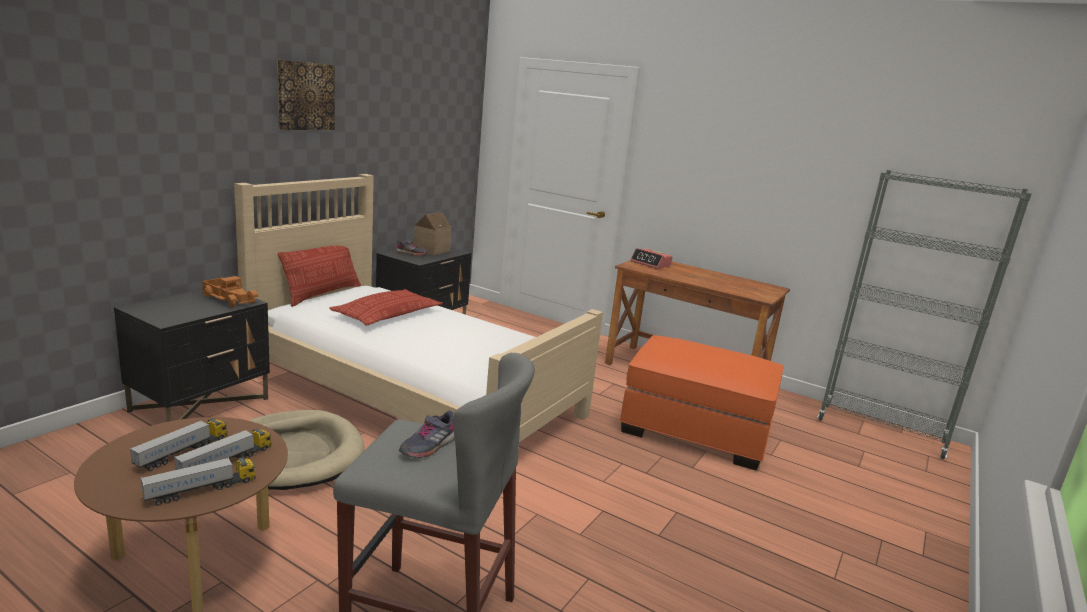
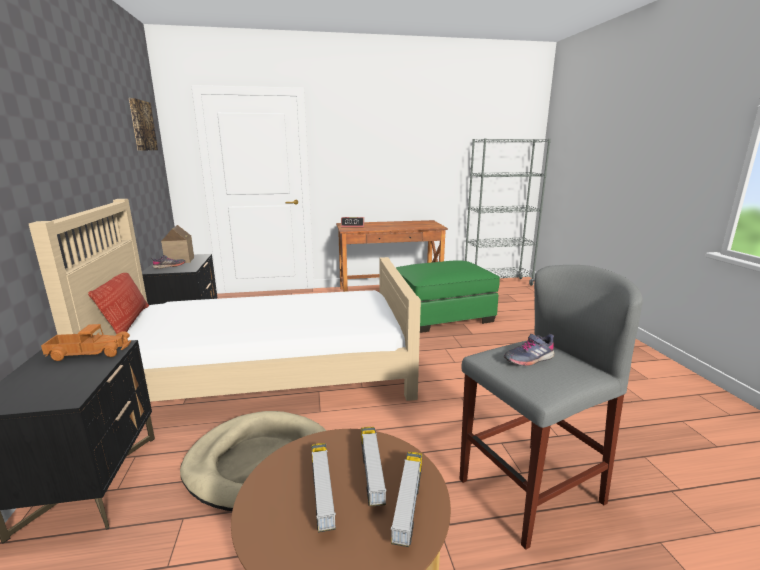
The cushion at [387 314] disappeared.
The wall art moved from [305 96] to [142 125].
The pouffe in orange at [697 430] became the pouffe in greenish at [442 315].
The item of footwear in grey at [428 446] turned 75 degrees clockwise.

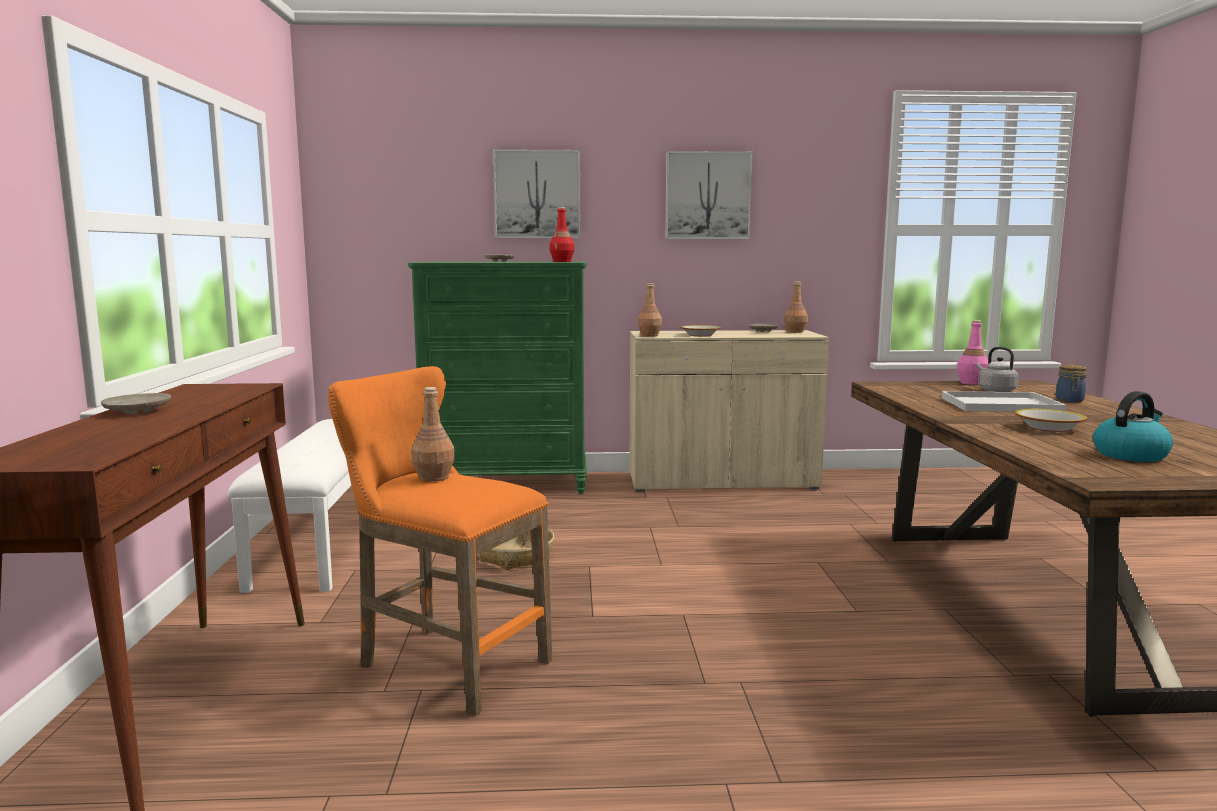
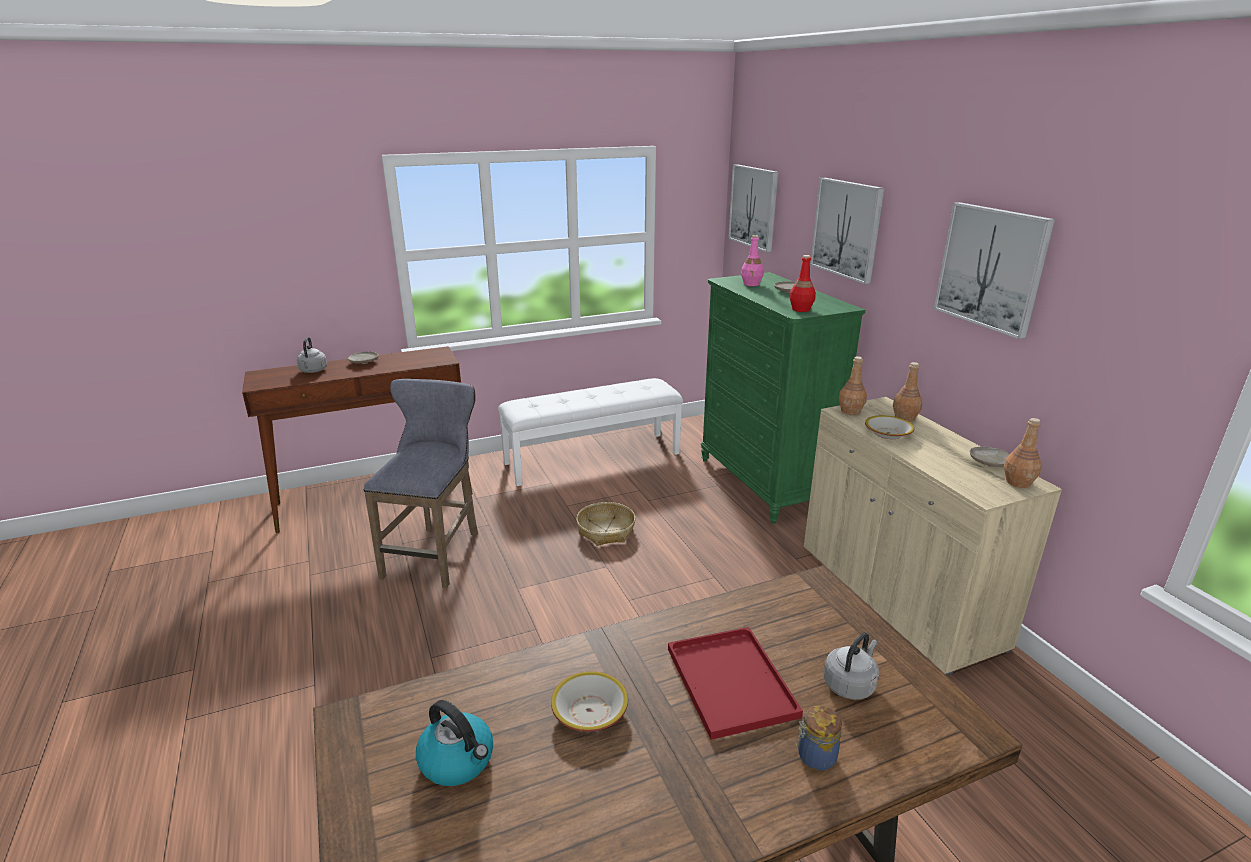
The kettle in grey at [313 371] appeared.
The wall art at [754 207] appeared.
The bottle in brown-coloured moved from [434 477] to [905 418].
The bottle in pinkish moved from [971 383] to [751 284].
The sitting stool in orange at [445 663] became the sitting stool in grey at [436 552].
The carrying tray in whitish at [999 405] became the carrying tray in reddish at [728 680].

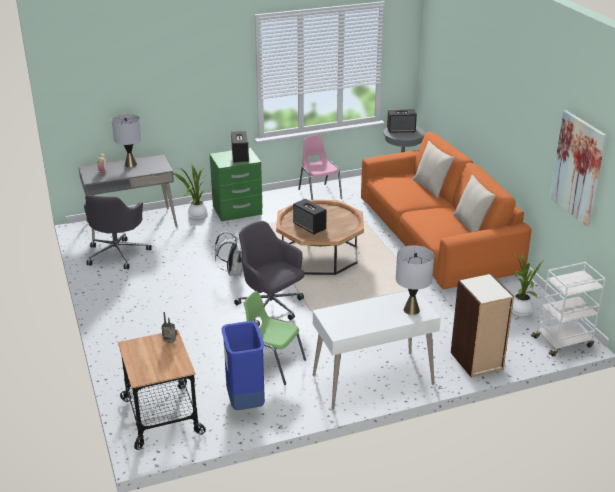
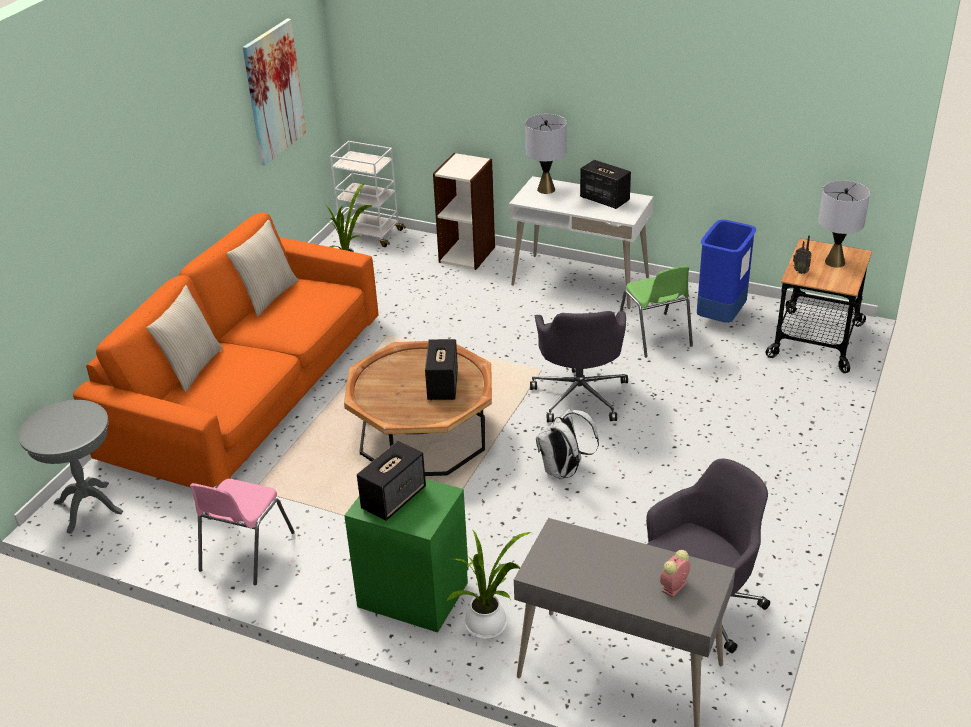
The tabletop lamp in grey moved from [130 164] to [834 262].
The audio speaker moved from [401 130] to [604 199].

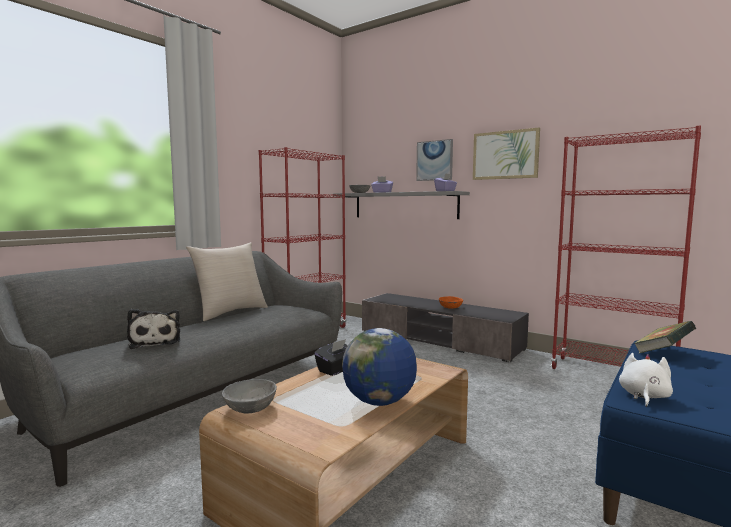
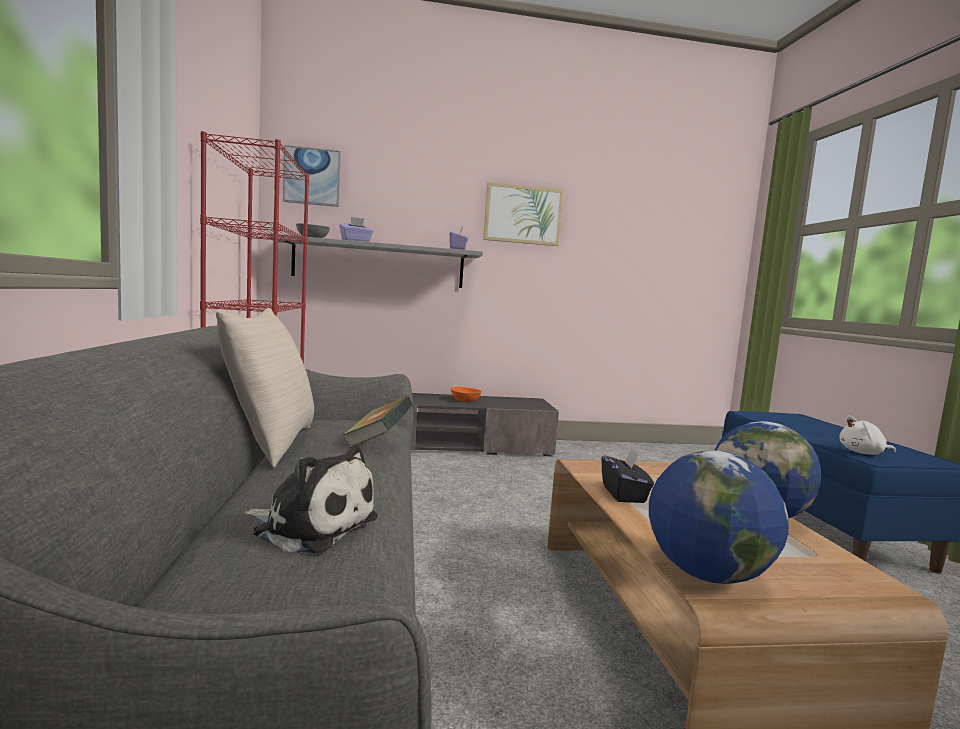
The bookcase in reddish at [613 374] disappeared.
The wall art moved from [434 160] to [312 176].
The bound book moved from [662 353] to [378 442].
The deep dish in grey at [251 407] was replaced by the desk globe at [706 574].
The cuddly toy in whitish at [644 396] turned 75 degrees counterclockwise.

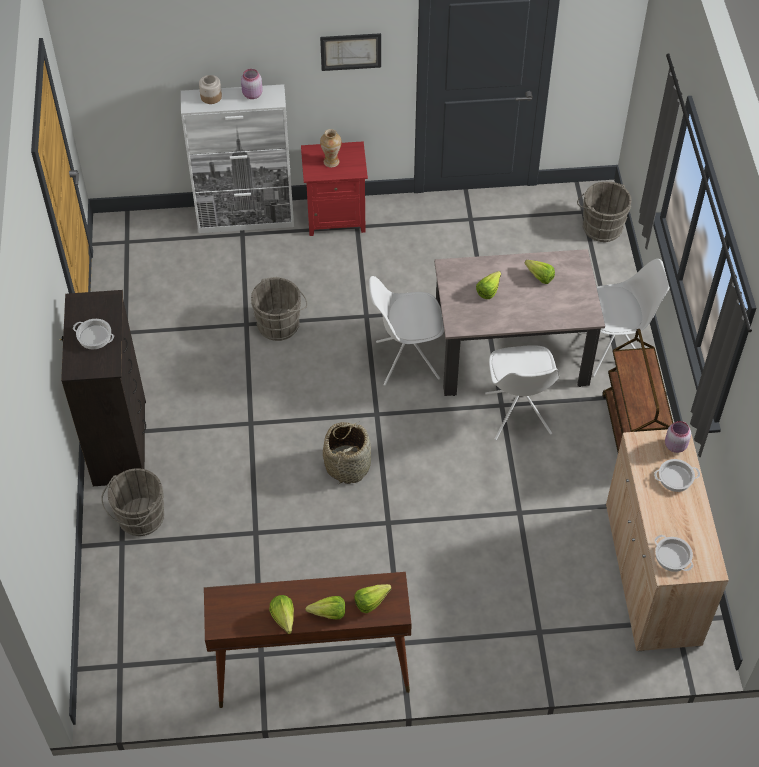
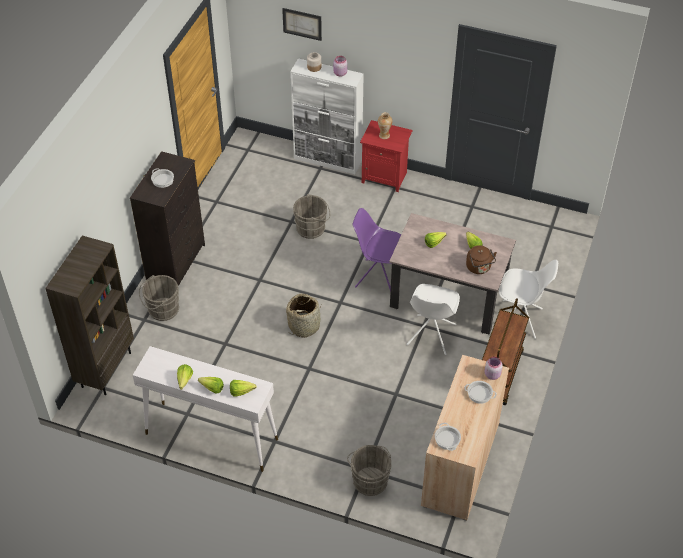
The bookcase in brown-coloured at [106 369] appeared.
The kettle in brown-coloured at [479 268] appeared.
The wall art moved from [350 51] to [302 24].
The bucket in grey moved from [600 226] to [369 479].
The narrow table in brown-coloured at [311 672] became the narrow table in whitish at [210 436].
The plain chair in whitish at [406 360] became the plain chair in purple-coloured at [378 277].

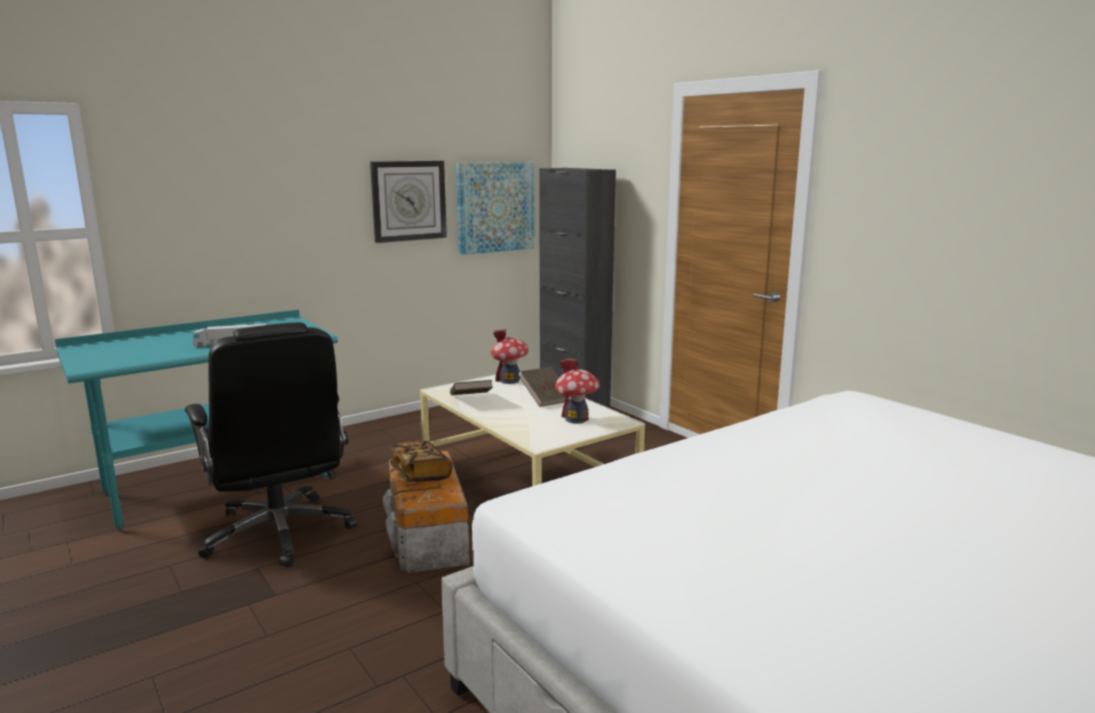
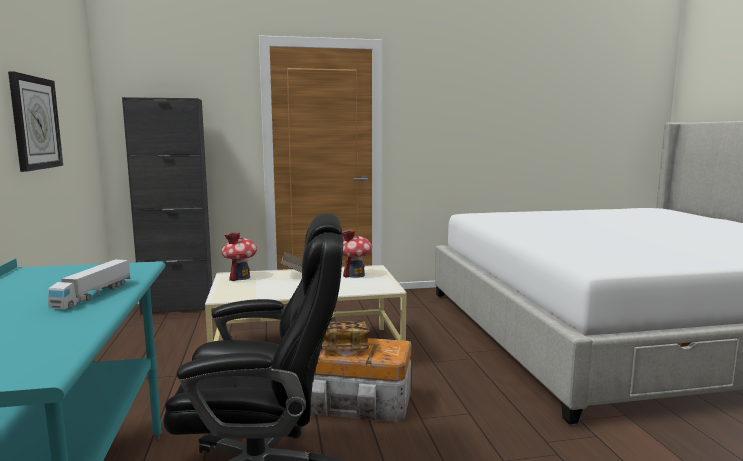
The bound book in brown-coloured at [471 400] disappeared.
The wall art at [495 207] disappeared.

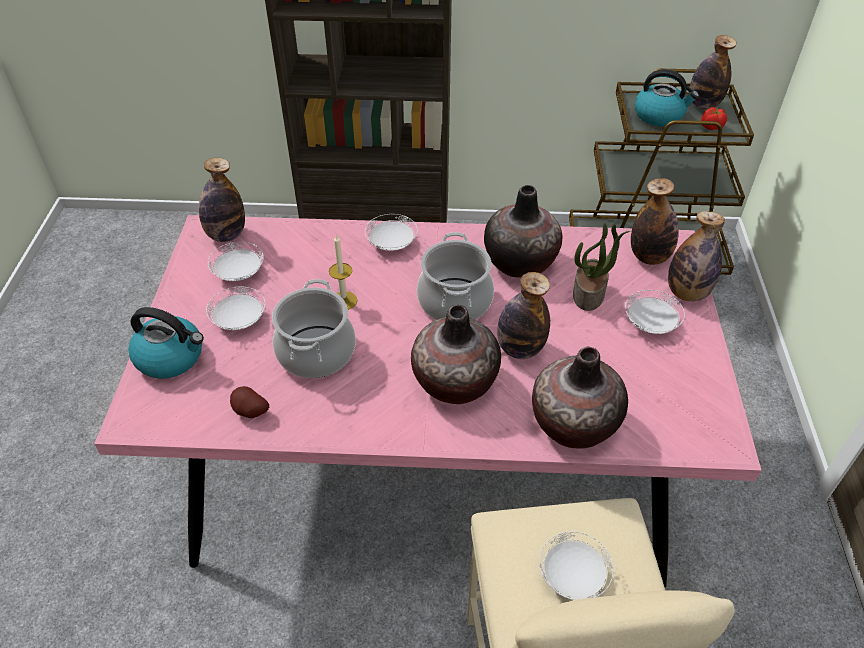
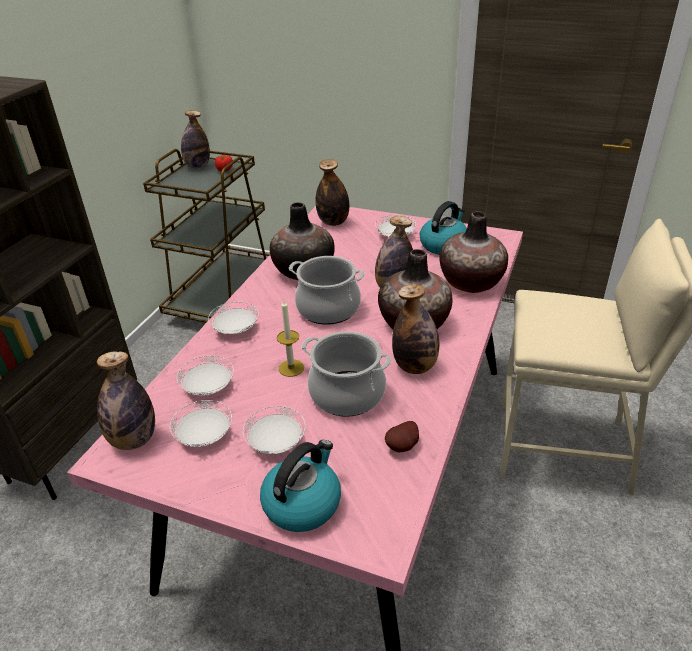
The houseplant at [589 294] disappeared.
The flat dish in whitish moved from [573 575] to [208 387].
The kettle moved from [659 115] to [443 245].
The bottle moved from [687 293] to [415 366].

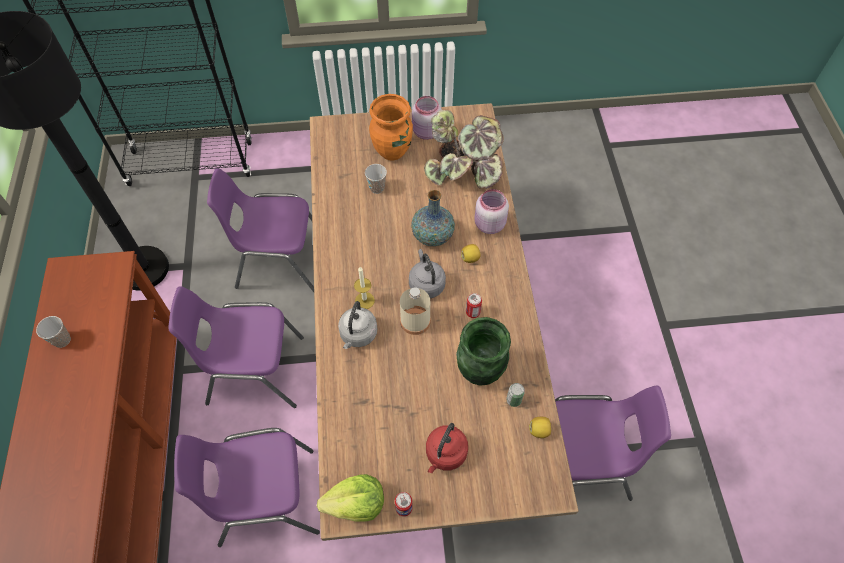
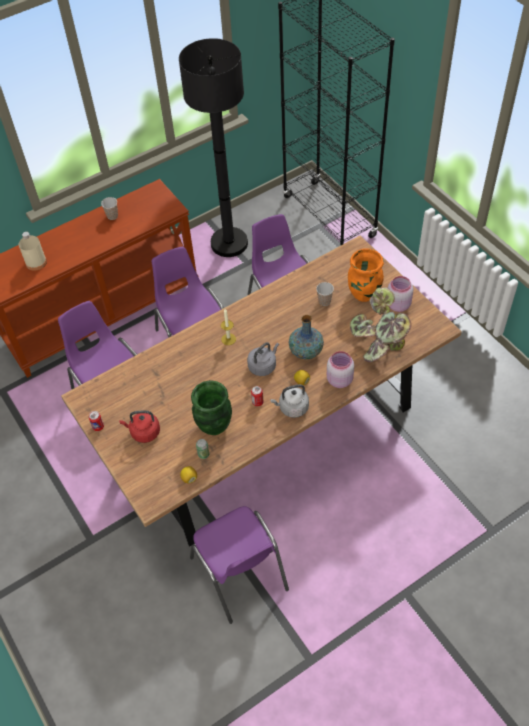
The lettuce head at [356 504] disappeared.
The kettle in grey moved from [358 335] to [292 408].
The bottle in beige-coloured moved from [415 321] to [36 262].

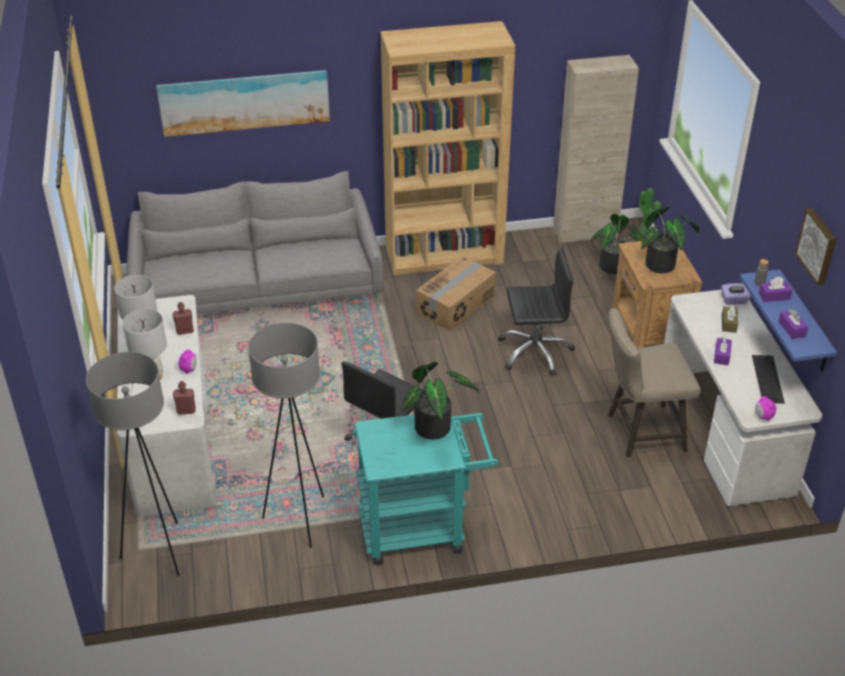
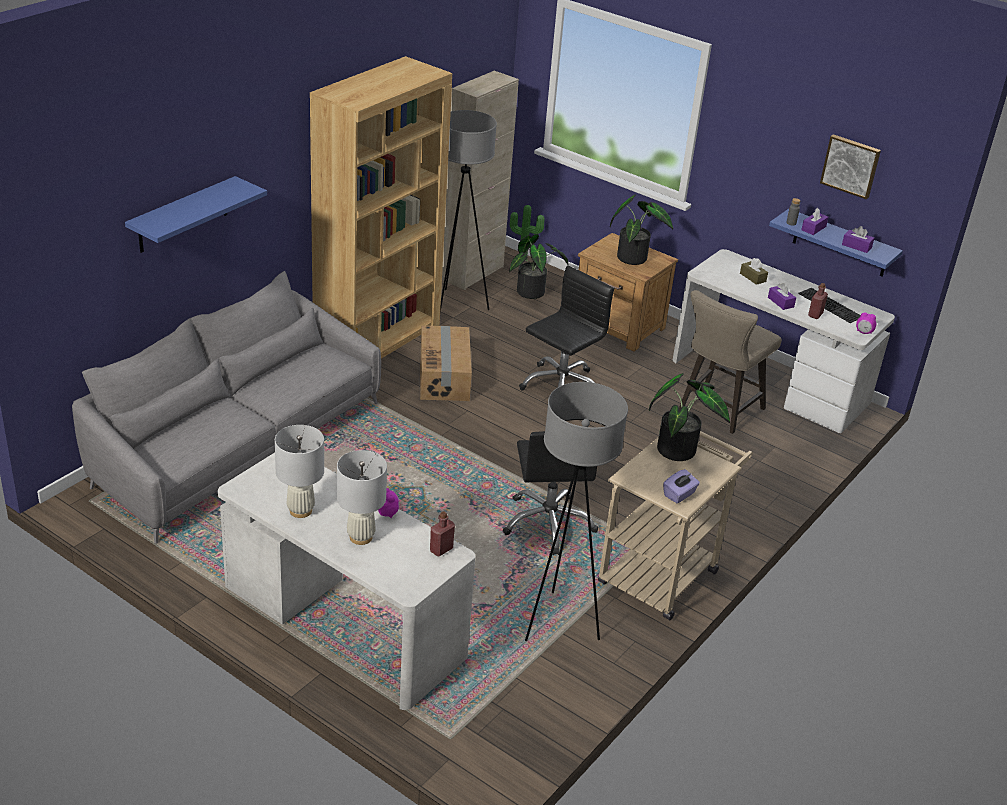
The standing lamp in grey moved from [159 551] to [457 305].
The bottle in reddish moved from [185 331] to [815 315].
The box of tissues in purple-coloured moved from [734 300] to [679 495].
The wall art at [244 101] was replaced by the bracket shelf in blue-coloured at [183 215].
The wheeled cart in turquoise-coloured at [422 528] became the wheeled cart in beige-coloured at [663 571].

